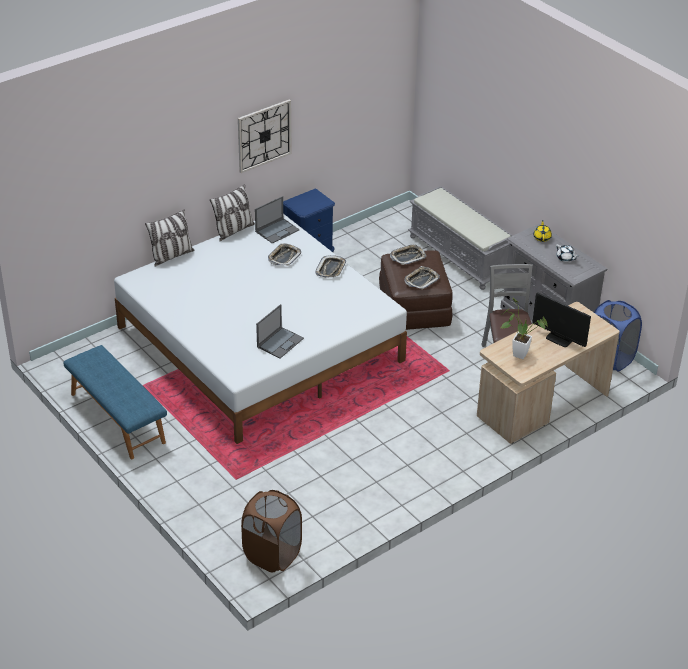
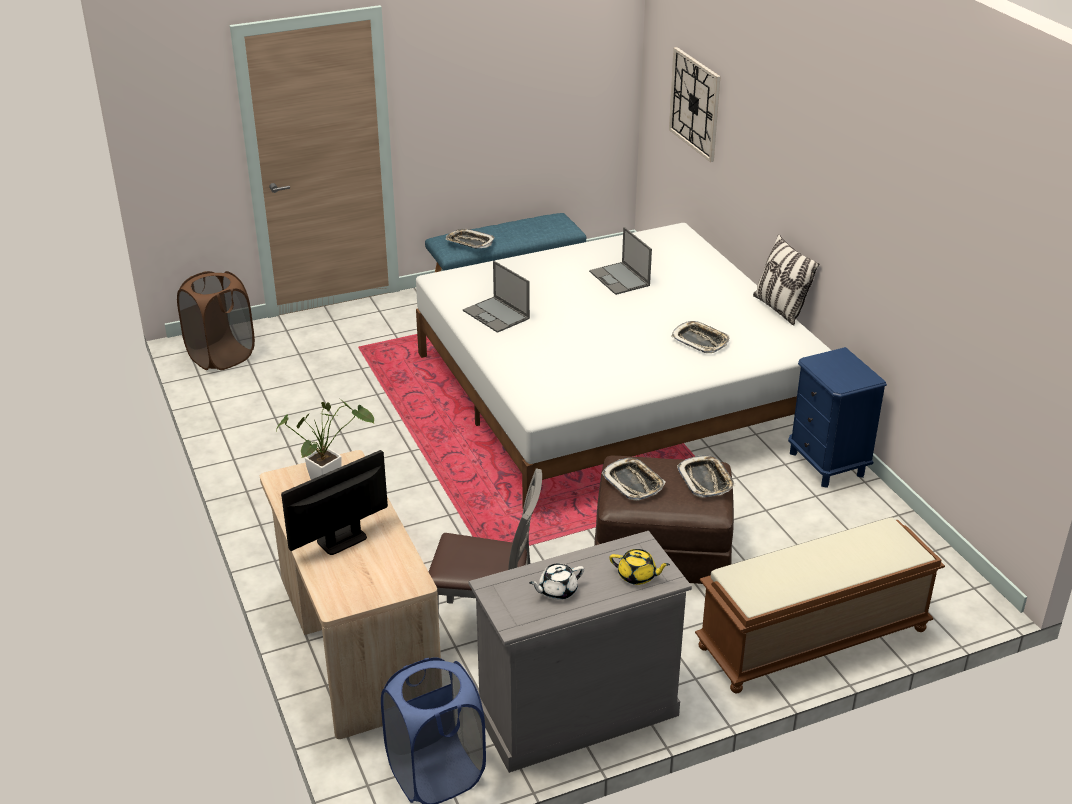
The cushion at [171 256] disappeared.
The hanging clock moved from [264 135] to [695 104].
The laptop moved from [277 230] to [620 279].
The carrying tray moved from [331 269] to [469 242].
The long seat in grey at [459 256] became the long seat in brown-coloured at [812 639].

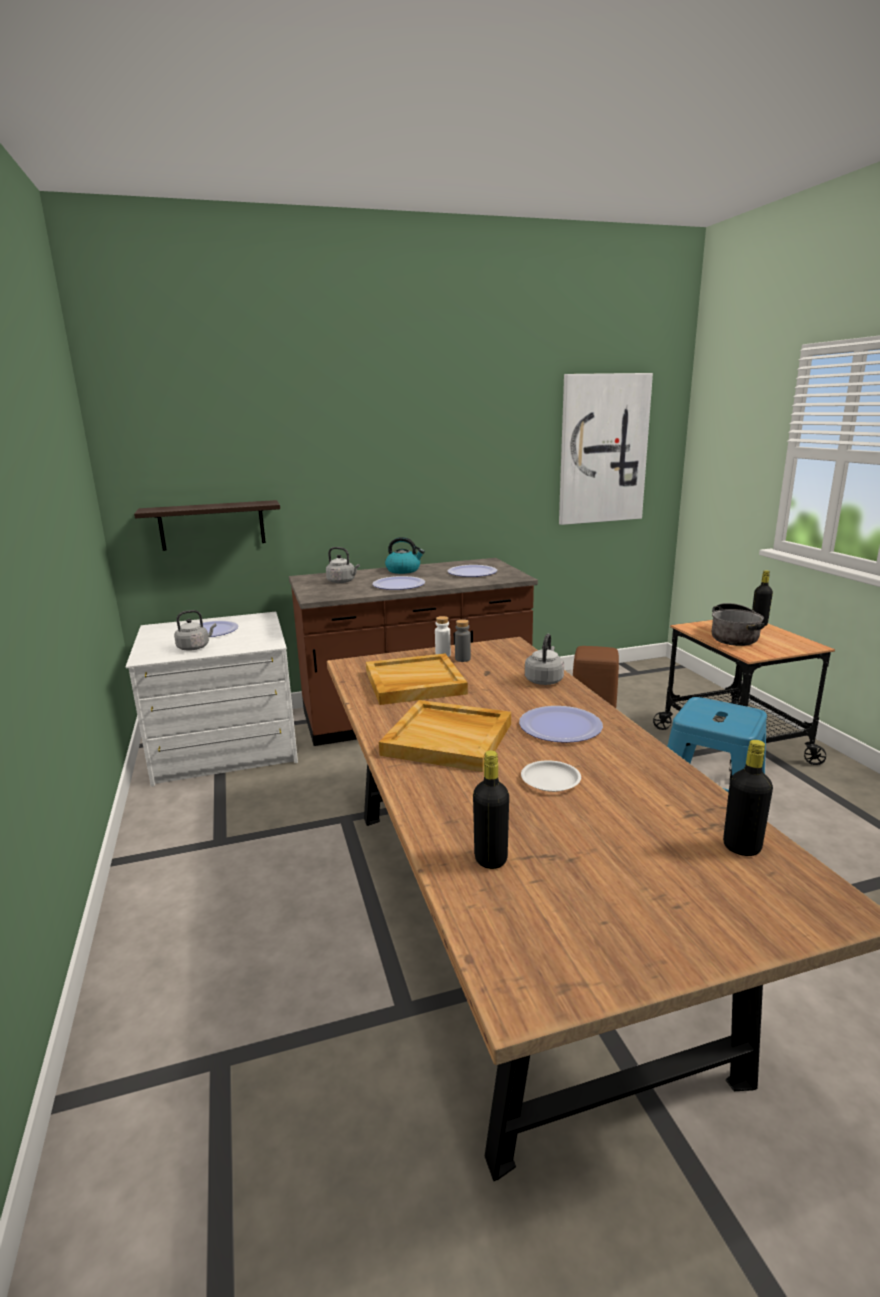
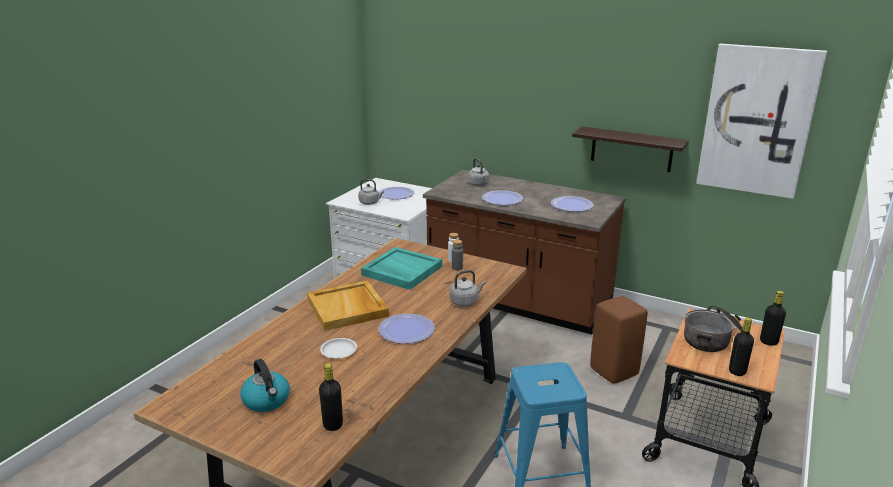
The bracket shelf moved from [212 525] to [631 149].
The kettle moved from [404 570] to [267 400].
The bottle in black moved from [490 859] to [737 371].
The carrying tray in beige-coloured at [414 683] became the carrying tray in turquoise-coloured at [401 271].

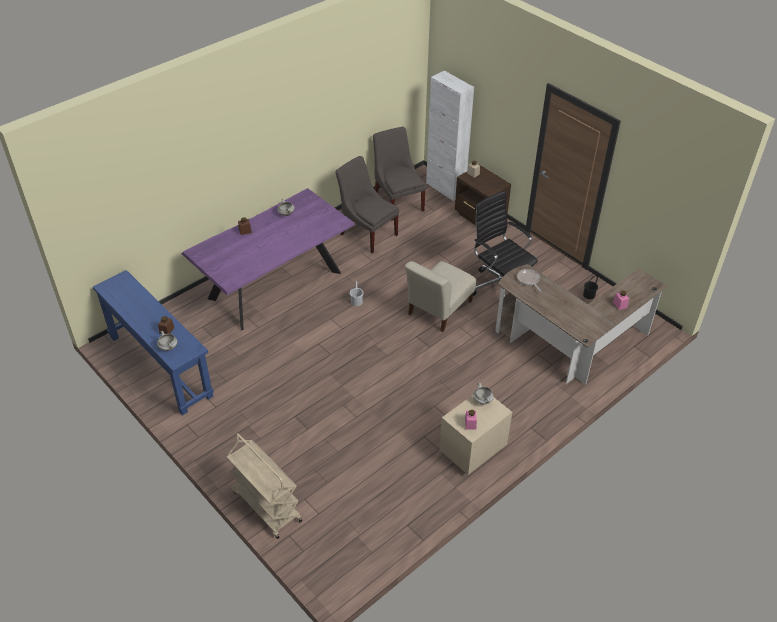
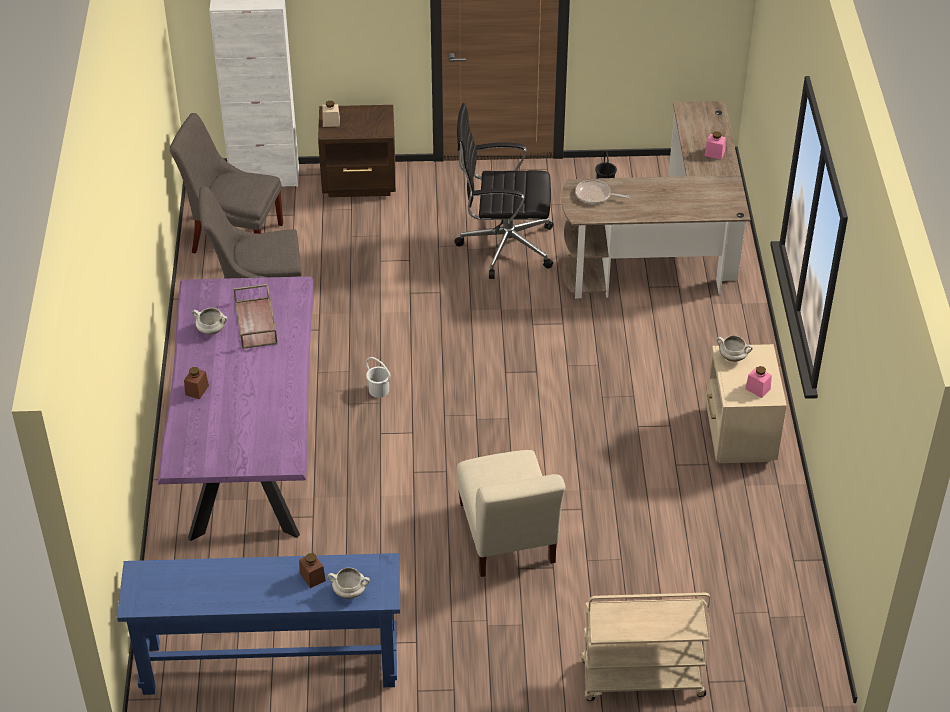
The carrying tray in brown-coloured at [257 323] appeared.
The plain chair in beige-coloured moved from [438 309] to [507 537].

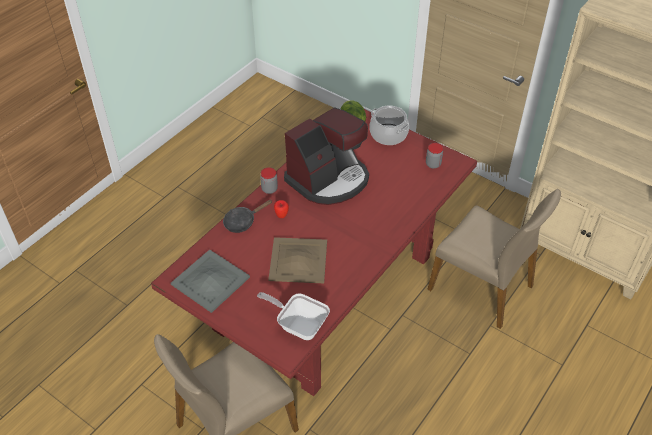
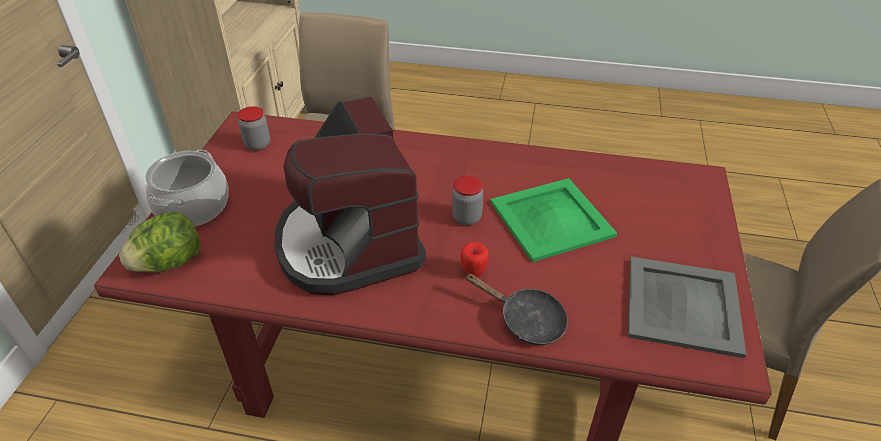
The skillet at [299 324] disappeared.
The preserve jar moved from [269 189] to [466 218].
The carrying tray in beige-coloured at [299 261] became the carrying tray in greenish at [551 218].
The coffee machine at [329 179] turned 135 degrees counterclockwise.

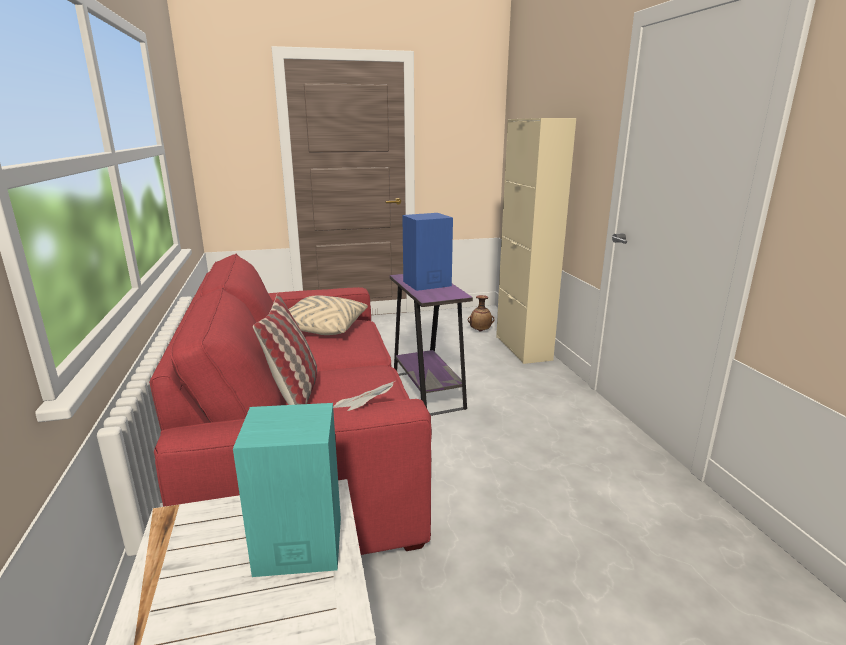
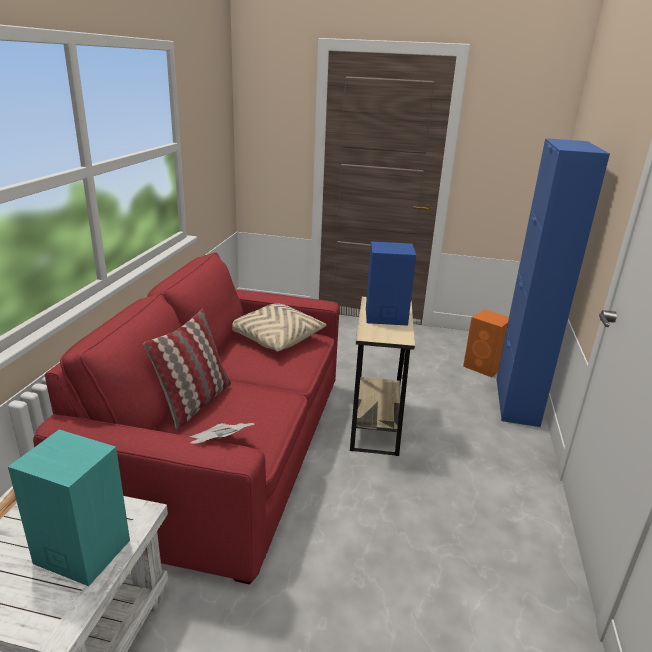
The flower vase at [480 331] was replaced by the audio speaker in orange at [484 367].
The end table in purple-coloured at [428 391] became the end table in beige-coloured at [375 423].
The storage cabinet in beige-coloured at [523 348] became the storage cabinet in blue-coloured at [516 401].

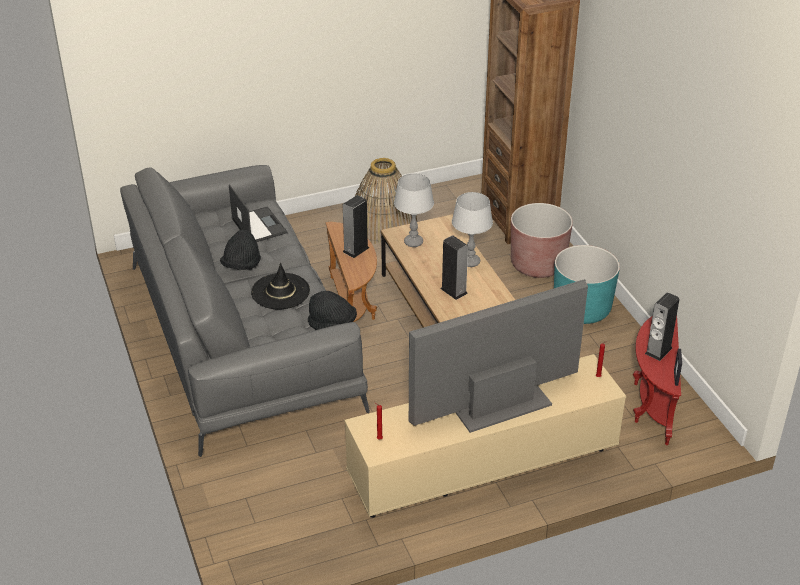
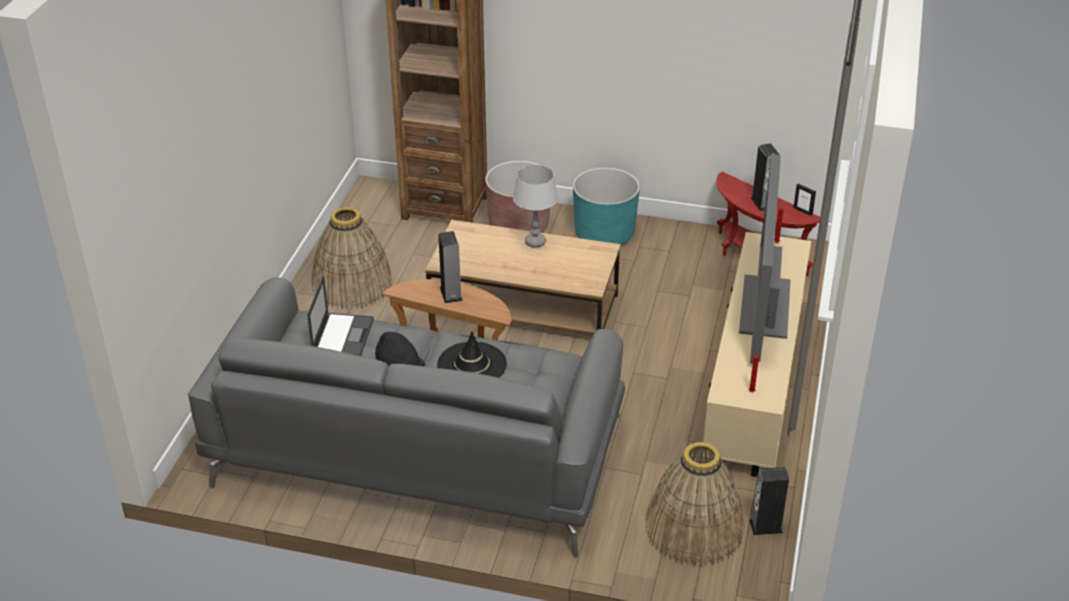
The hat in black at [332 324] disappeared.
The tabletop lamp in grey at [413 242] disappeared.
The household basket at [694 529] appeared.
The audio speaker moved from [454 291] to [766 526].
The laptop at [258 225] turned 90 degrees clockwise.

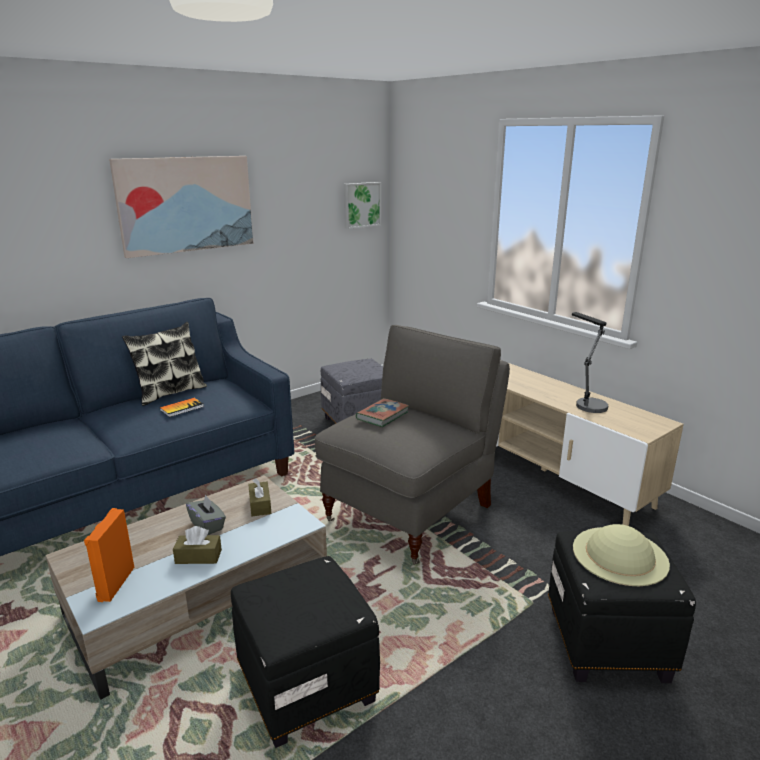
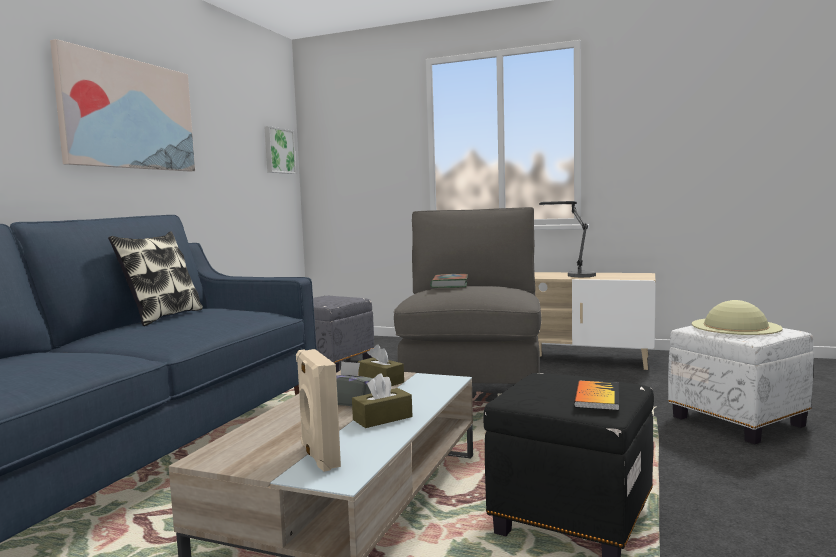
The bound book moved from [182 408] to [597 397].
The audio speaker in orange at [114 583] became the audio speaker in beige-coloured at [318 456].
The pouffe in black at [605 642] became the pouffe in whitish at [735 421].

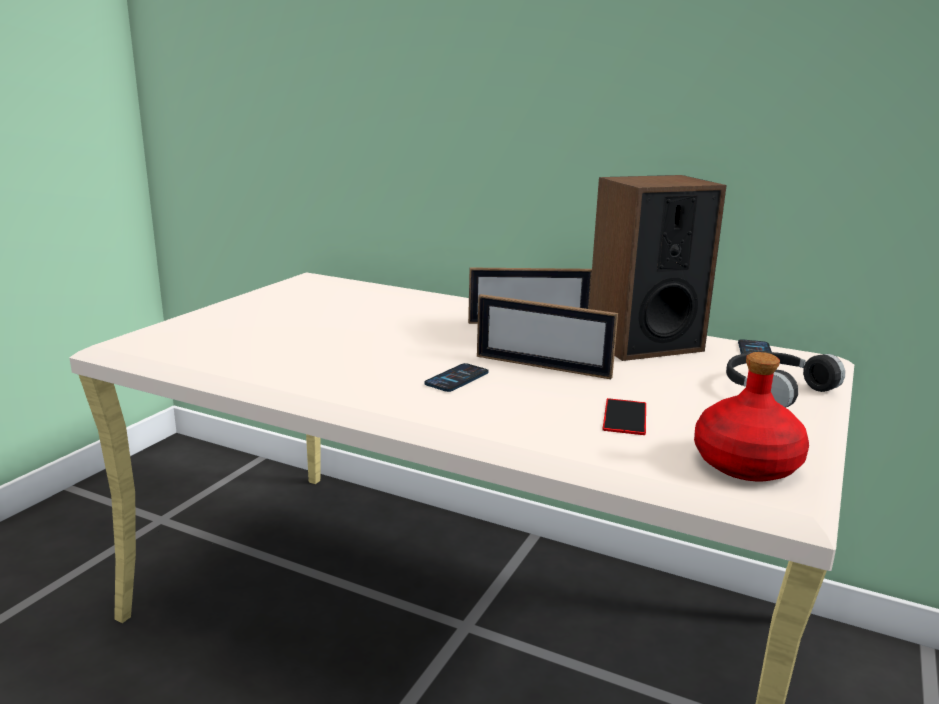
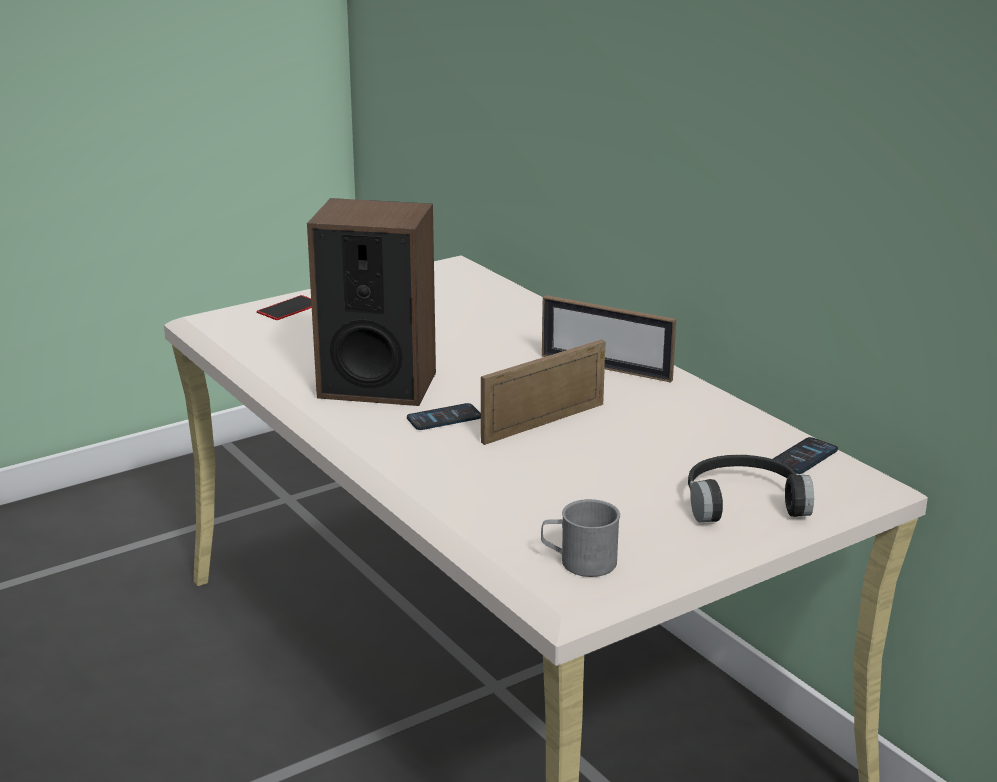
The audio speaker moved from [643 344] to [377 385].
The handset moved from [625 417] to [289 308].
The bottle in reddish at [746 465] was replaced by the mug in grey at [579 561].
The standing frame at [542 366] turned 90 degrees clockwise.

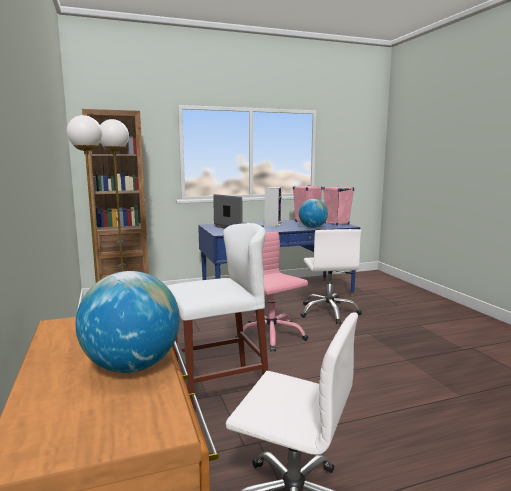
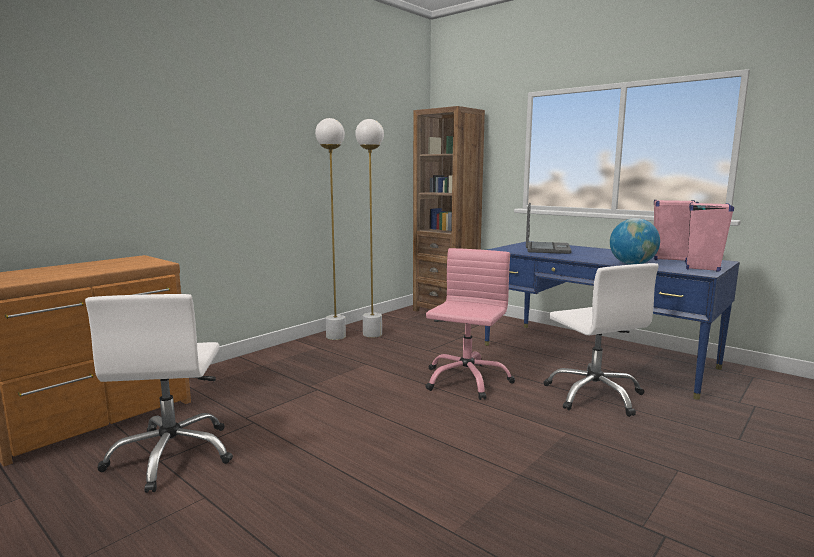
The desk globe at [132 367] disappeared.
The sitting stool in whitish at [219 389] disappeared.
The audio speaker at [273 224] disappeared.
The desk chair in whitish at [329 312] turned 75 degrees counterclockwise.

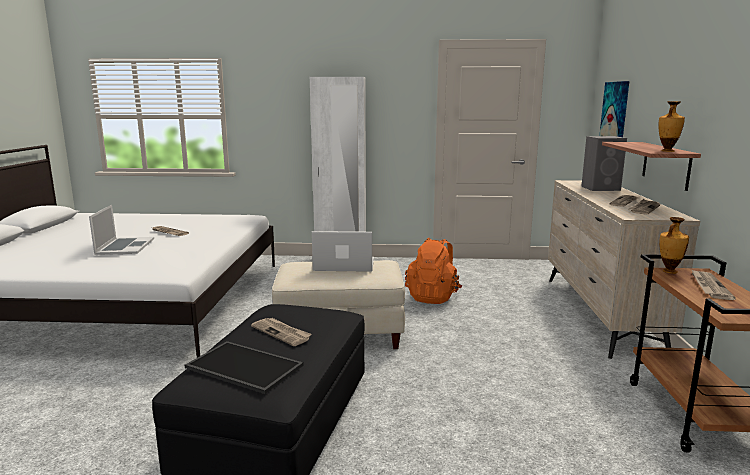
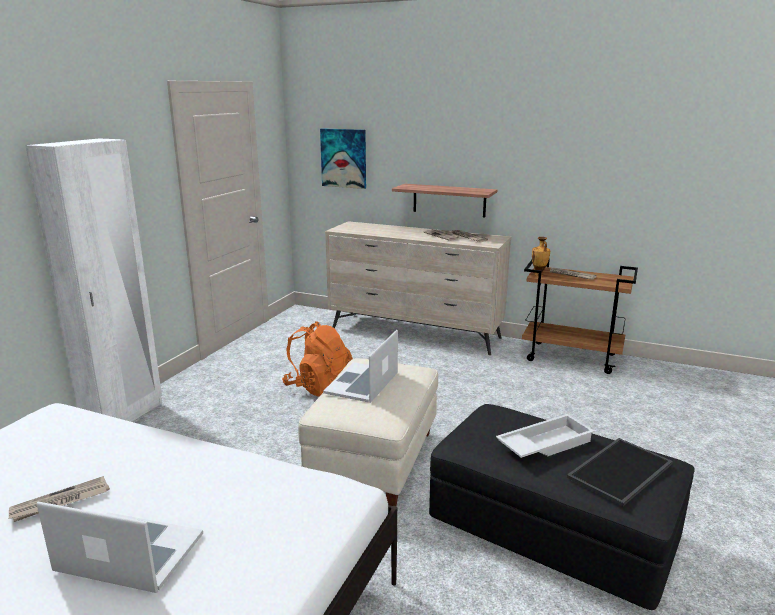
The audio speaker in grey at [601 188] disappeared.
The flower vase at [667 151] disappeared.
The newspaper at [282 333] was replaced by the carrying tray in whitish at [544 443].

